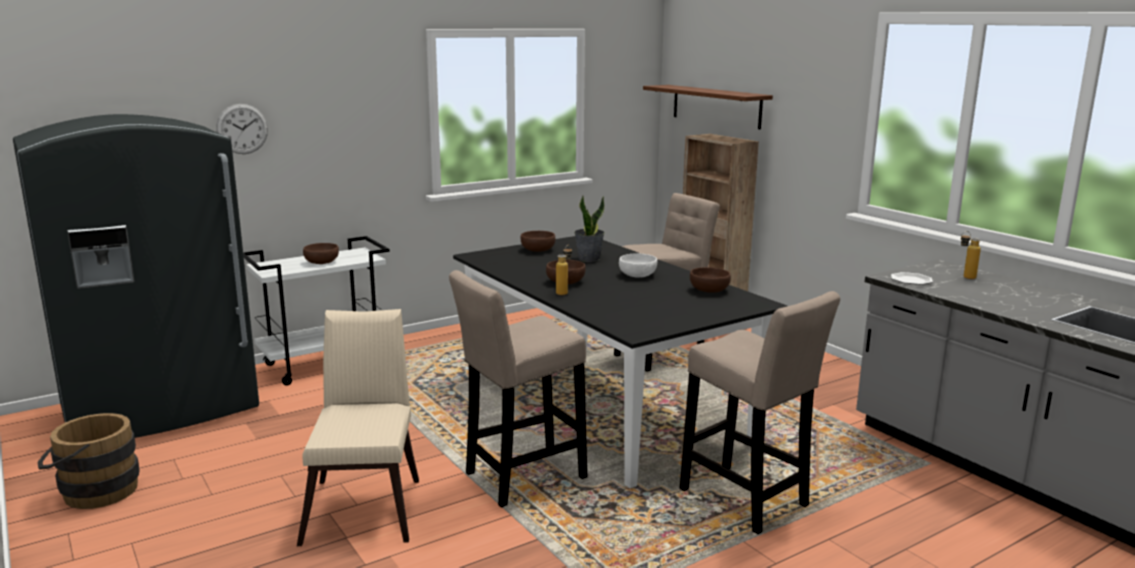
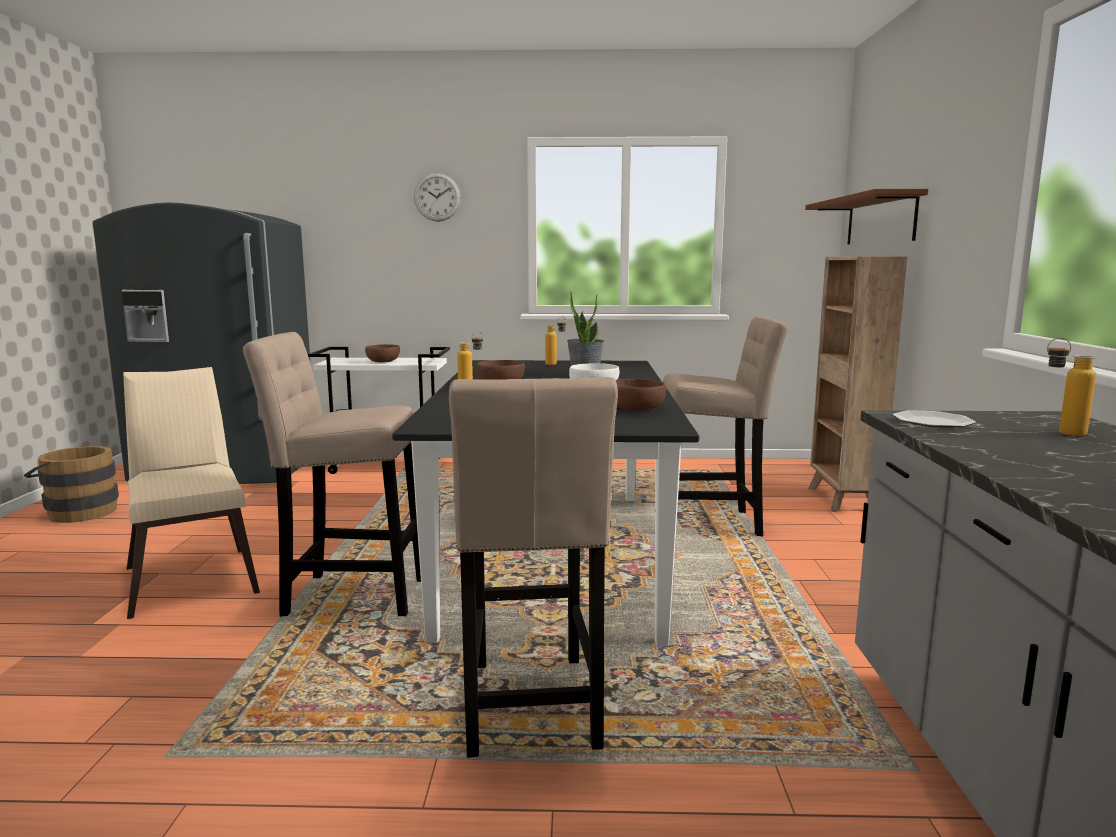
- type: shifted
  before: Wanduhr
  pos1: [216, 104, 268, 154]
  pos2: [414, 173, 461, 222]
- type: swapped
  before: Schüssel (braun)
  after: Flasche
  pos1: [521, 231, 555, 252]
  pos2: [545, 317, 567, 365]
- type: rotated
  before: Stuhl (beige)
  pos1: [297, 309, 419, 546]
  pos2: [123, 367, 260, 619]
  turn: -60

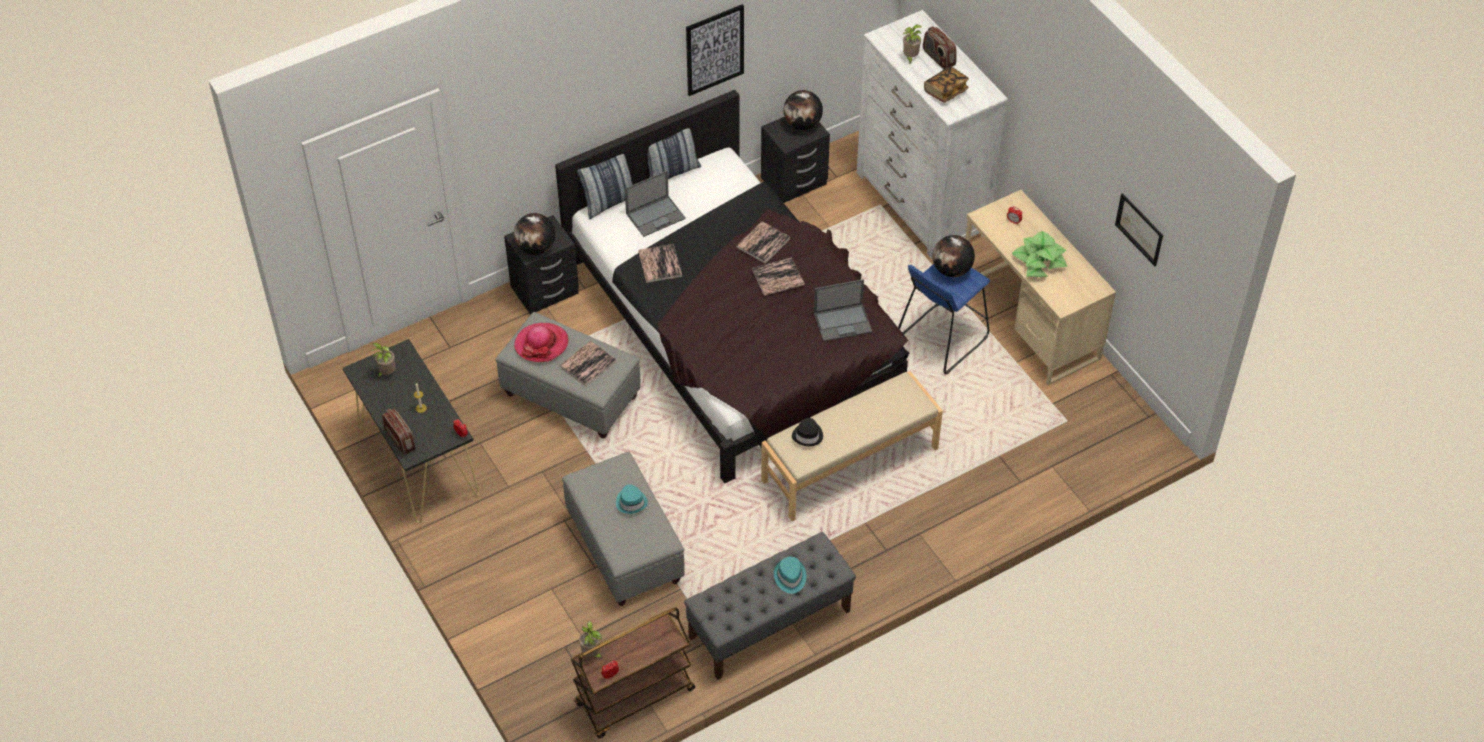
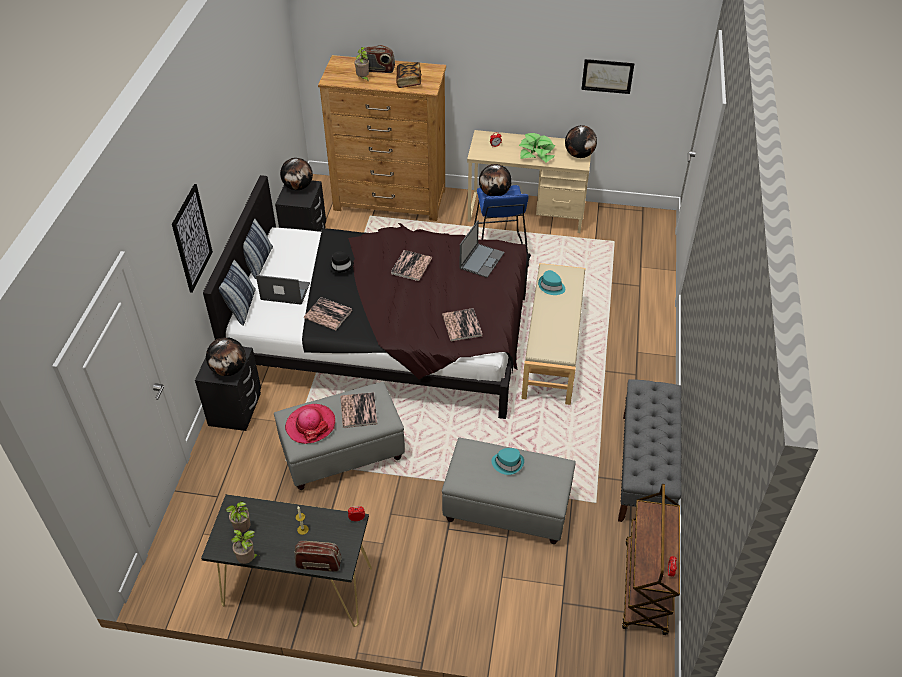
- type: shifted
  before: Bild
  pos1: [686, 4, 744, 96]
  pos2: [172, 184, 213, 293]
- type: repainted
  before: Kommode (weiß)
  after: Kommode (braun)
  pos1: [857, 10, 1008, 260]
  pos2: [318, 55, 446, 221]
- type: rotated
  before: Laptop
  pos1: [625, 171, 686, 237]
  pos2: [256, 275, 310, 305]
  turn: -90
- type: shifted
  before: Buch
  pos1: [736, 221, 790, 264]
  pos2: [442, 308, 483, 341]
- type: shifted
  before: Hut (schwarz)
  pos1: [792, 418, 823, 446]
  pos2: [328, 251, 354, 273]
- type: shifted
  before: Hut (türkis)
  pos1: [774, 557, 806, 594]
  pos2: [538, 270, 565, 295]
- type: shifted
  before: Topfpflanze
  pos1: [579, 621, 602, 658]
  pos2: [231, 530, 259, 564]
- type: new
  after: Globus
  pos2: [565, 125, 597, 158]

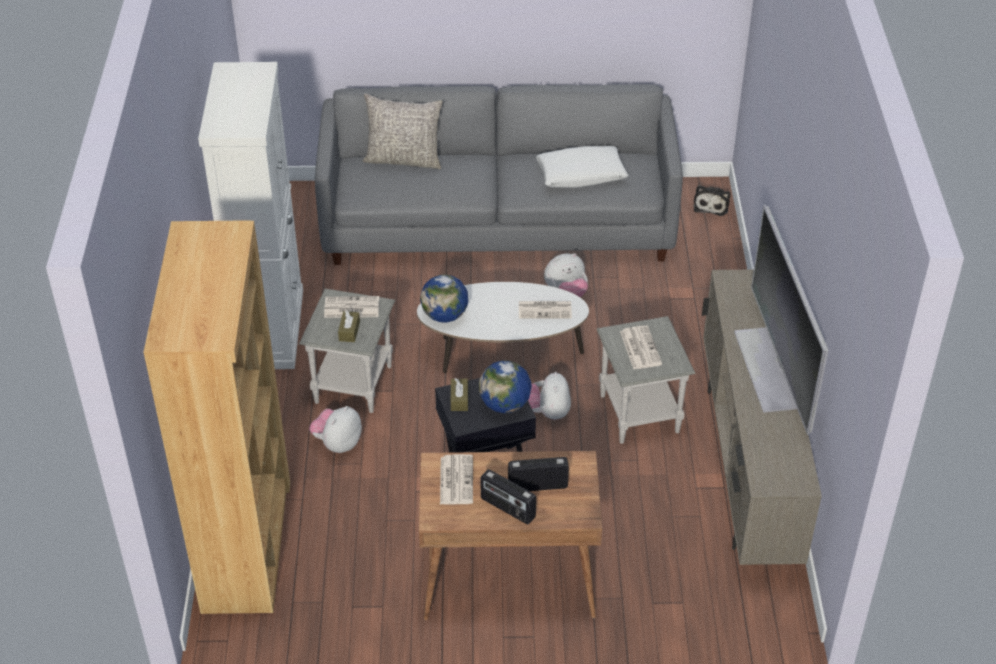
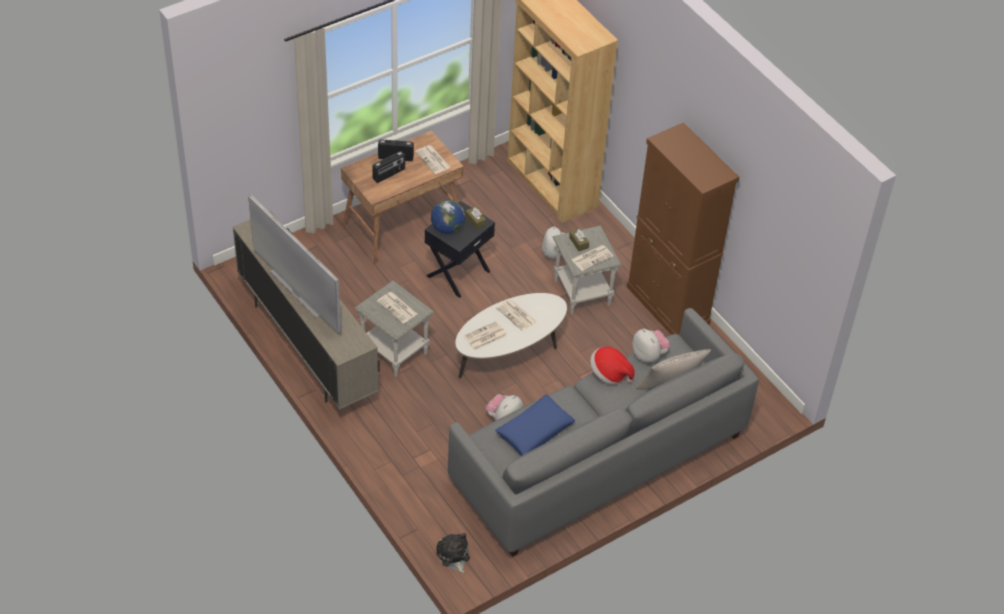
- type: repainted
  before: Schrank (weiß)
  after: Schrank (braun)
  pos1: [198, 62, 303, 369]
  pos2: [627, 122, 739, 336]
- type: repainted
  before: Kissen (weiß)
  after: Kissen (blau)
  pos1: [536, 146, 628, 188]
  pos2: [495, 395, 575, 456]
- type: gone
  before: Globus
  pos1: [420, 274, 468, 323]
- type: shifted
  before: Plüschtier
  pos1: [528, 372, 571, 420]
  pos2: [632, 328, 670, 363]
- type: new
  after: Zeitung
  pos2: [497, 299, 537, 331]
- type: new
  after: Hut
  pos2: [590, 347, 635, 385]

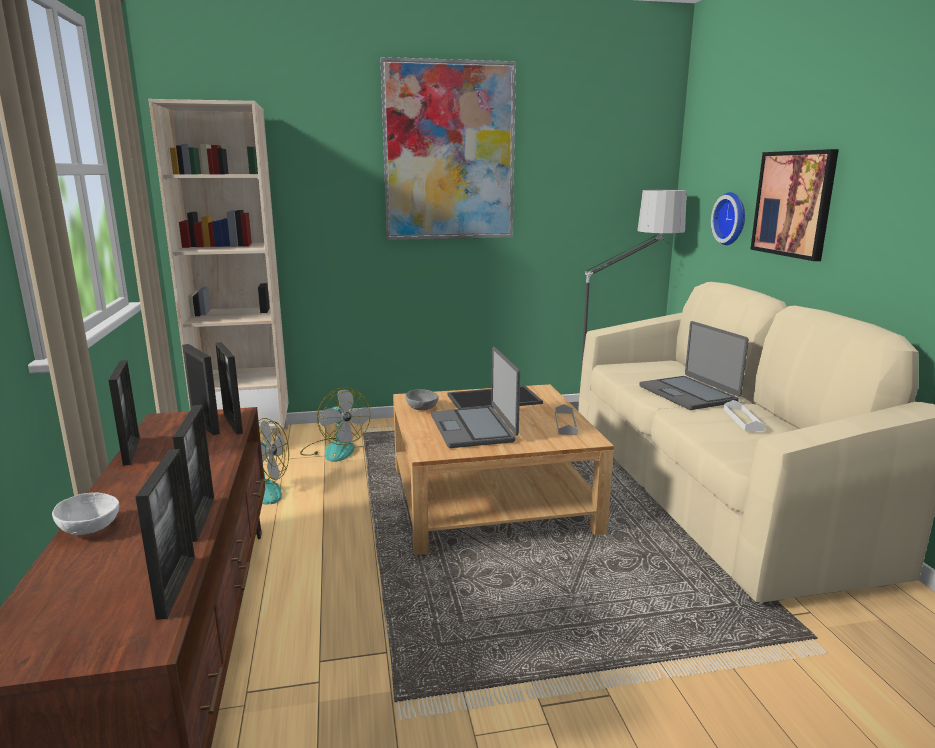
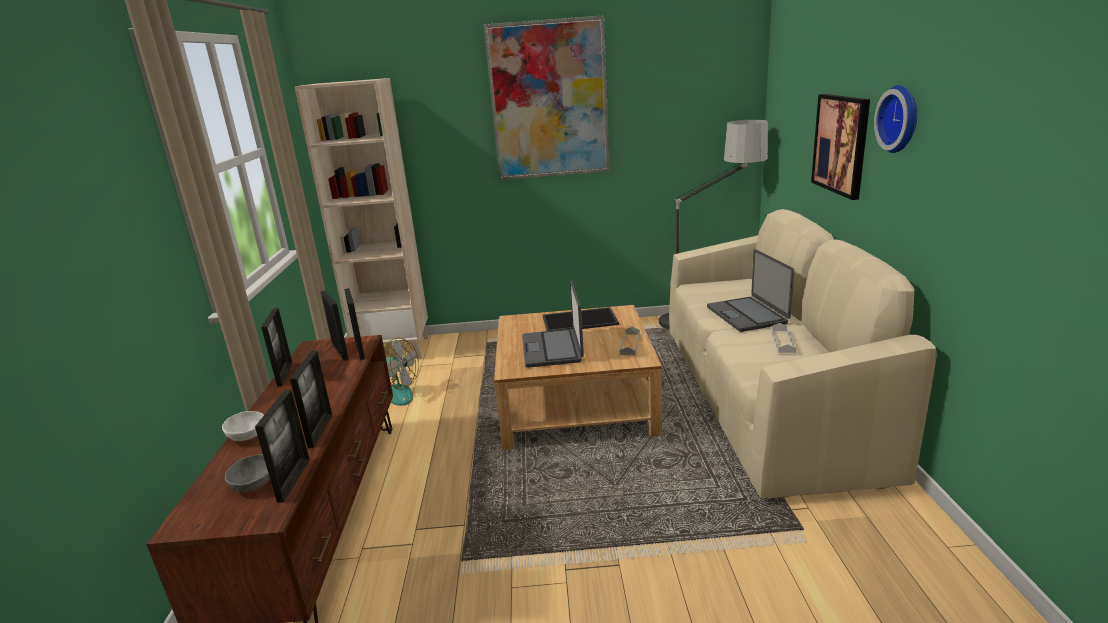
- type: shifted
  before: Wanduhr
  pos1: [711, 192, 745, 245]
  pos2: [874, 85, 917, 153]
- type: gone
  before: Ventilator
  pos1: [300, 387, 371, 462]
- type: shifted
  before: Schüssel (grau)
  pos1: [405, 389, 439, 410]
  pos2: [225, 454, 270, 492]

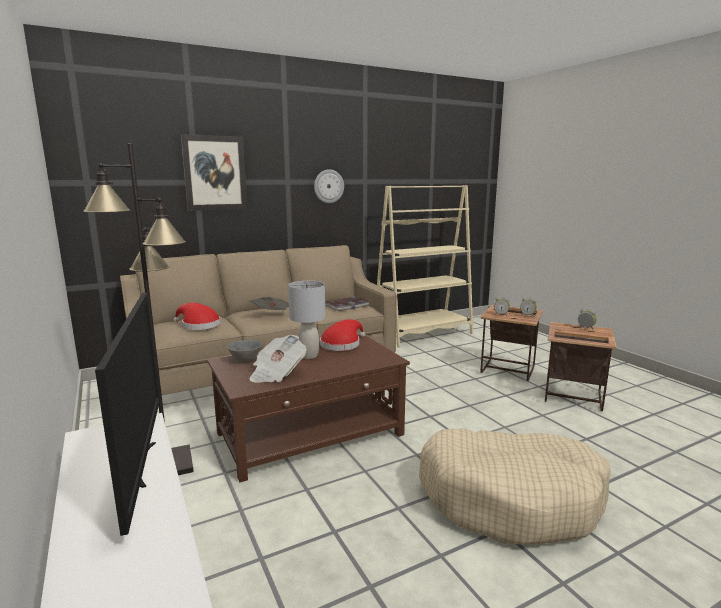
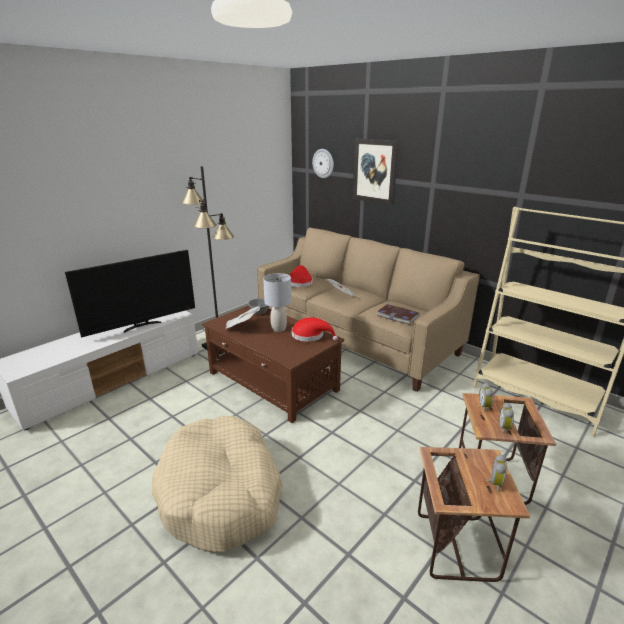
- type: shifted
  before: Wanduhr
  pos1: [314, 169, 344, 203]
  pos2: [312, 149, 334, 178]

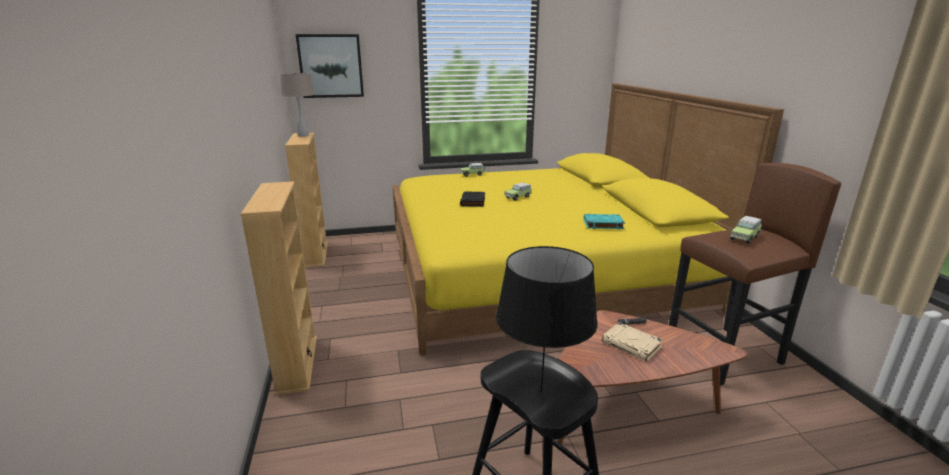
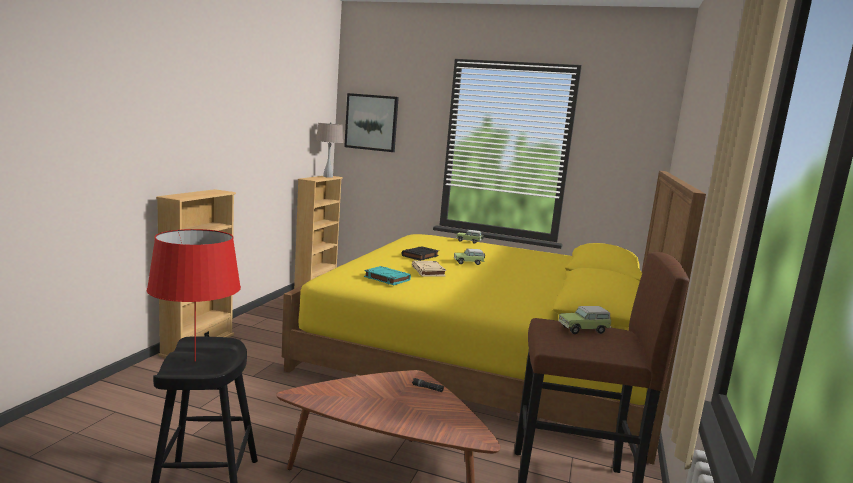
- type: shifted
  before: Buch (türkis)
  pos1: [584, 214, 625, 229]
  pos2: [364, 266, 411, 285]
- type: repainted
  before: Tischlampe (schwarz)
  after: Tischlampe (rot)
  pos1: [496, 246, 598, 393]
  pos2: [147, 229, 241, 361]
- type: shifted
  before: Buch (beige)
  pos1: [602, 322, 663, 362]
  pos2: [412, 261, 446, 277]

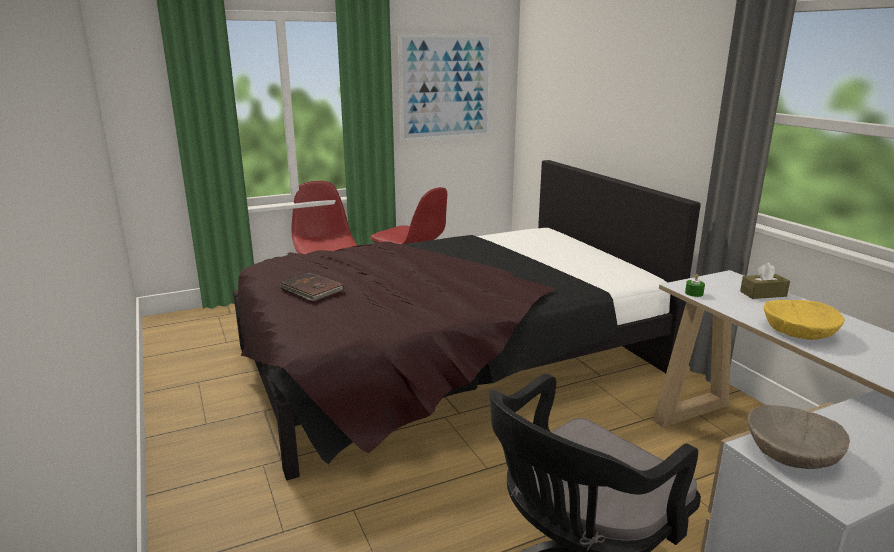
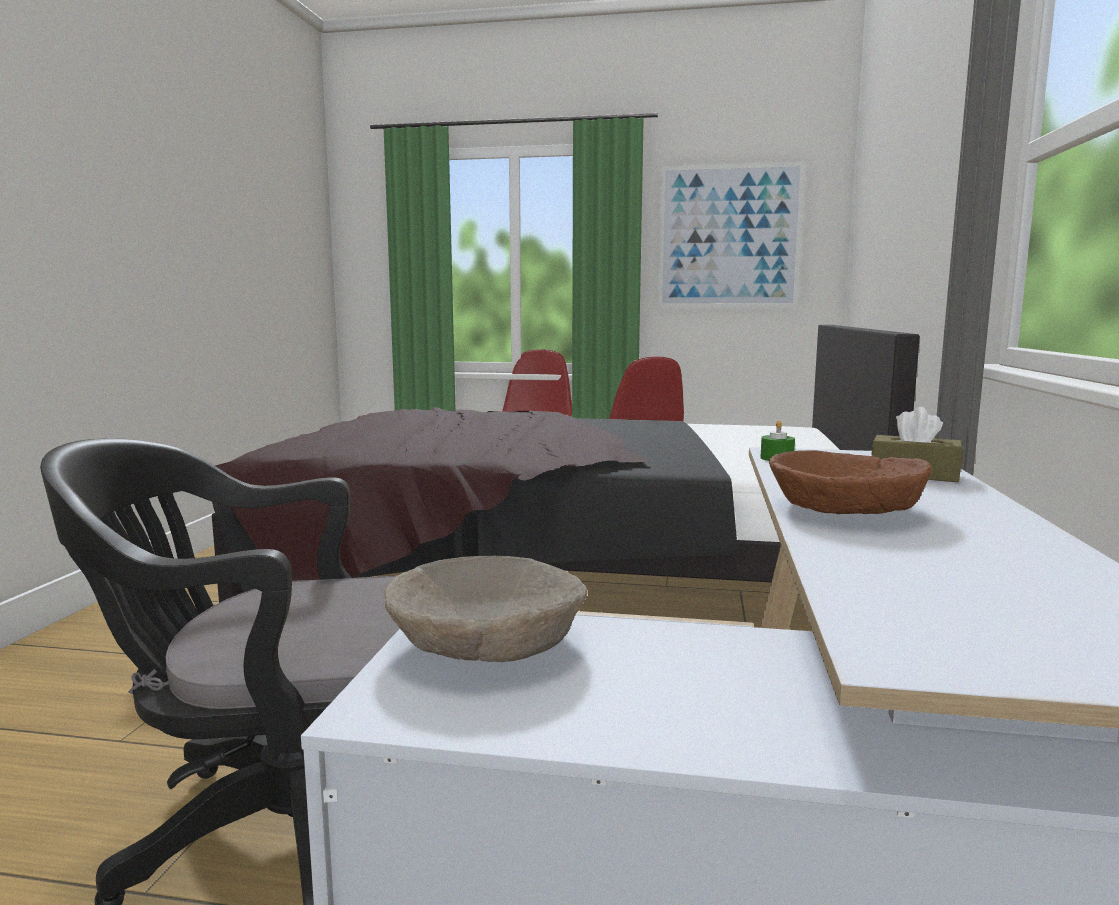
- type: gone
  before: Buch (braun)
  pos1: [280, 273, 344, 302]
- type: repainted
  before: Schüssel (gelb)
  after: Schüssel (braun)
  pos1: [764, 300, 845, 340]
  pos2: [769, 450, 932, 514]

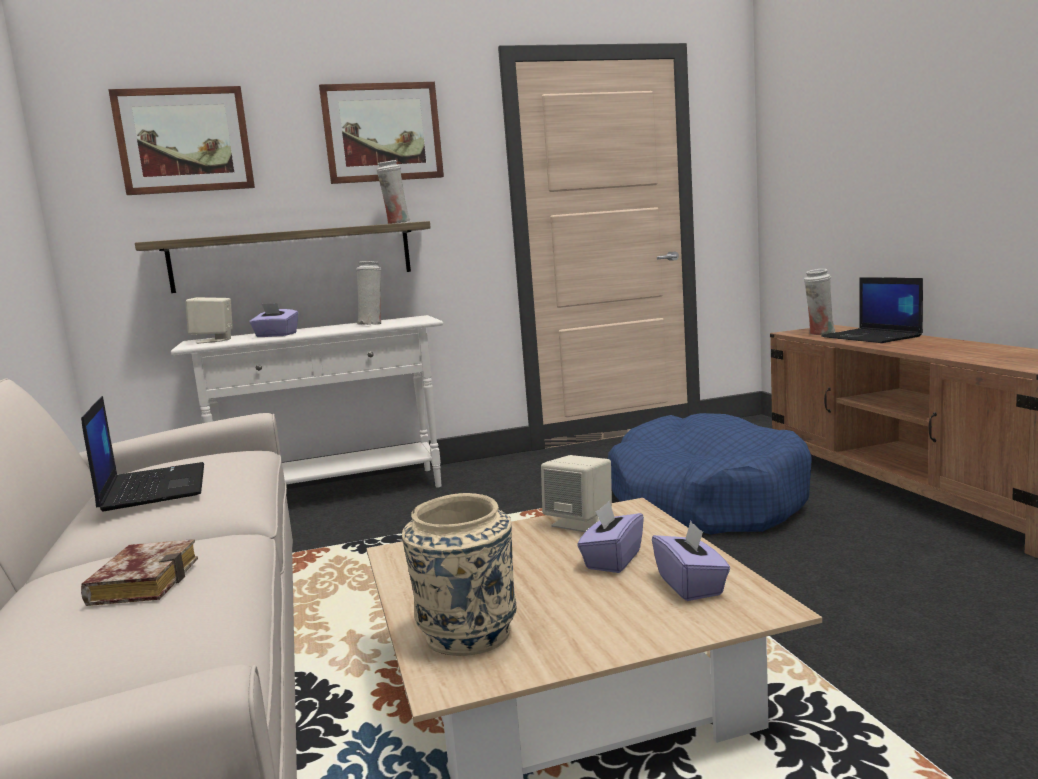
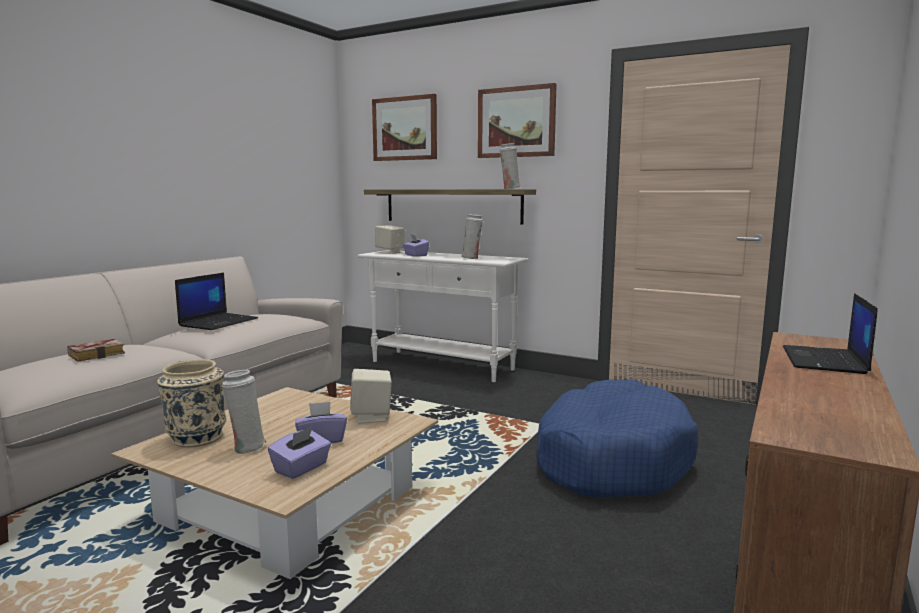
- type: shifted
  before: Vase (weiß)
  pos1: [804, 269, 835, 335]
  pos2: [222, 370, 266, 454]

